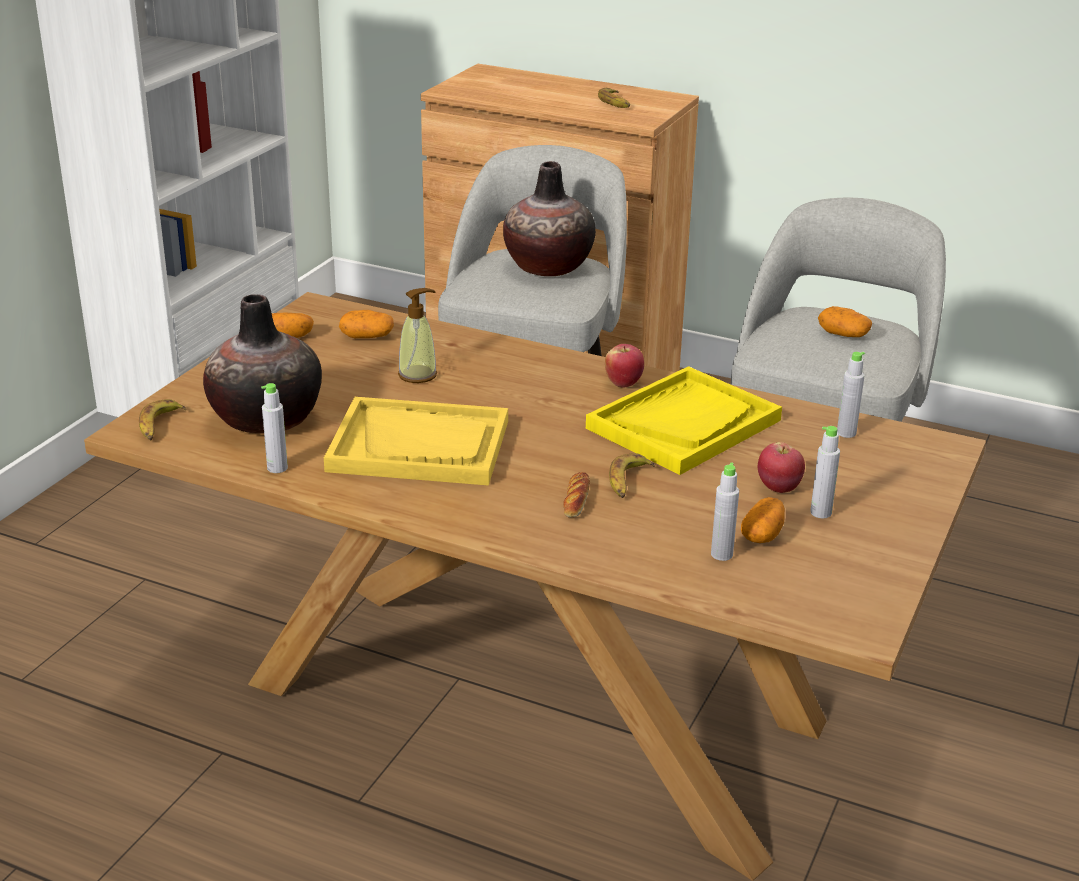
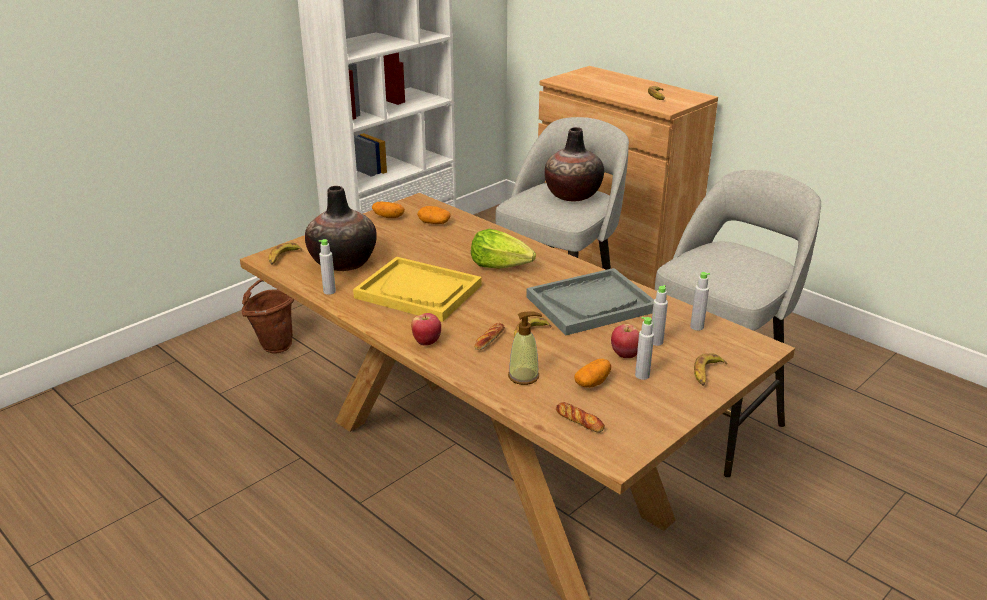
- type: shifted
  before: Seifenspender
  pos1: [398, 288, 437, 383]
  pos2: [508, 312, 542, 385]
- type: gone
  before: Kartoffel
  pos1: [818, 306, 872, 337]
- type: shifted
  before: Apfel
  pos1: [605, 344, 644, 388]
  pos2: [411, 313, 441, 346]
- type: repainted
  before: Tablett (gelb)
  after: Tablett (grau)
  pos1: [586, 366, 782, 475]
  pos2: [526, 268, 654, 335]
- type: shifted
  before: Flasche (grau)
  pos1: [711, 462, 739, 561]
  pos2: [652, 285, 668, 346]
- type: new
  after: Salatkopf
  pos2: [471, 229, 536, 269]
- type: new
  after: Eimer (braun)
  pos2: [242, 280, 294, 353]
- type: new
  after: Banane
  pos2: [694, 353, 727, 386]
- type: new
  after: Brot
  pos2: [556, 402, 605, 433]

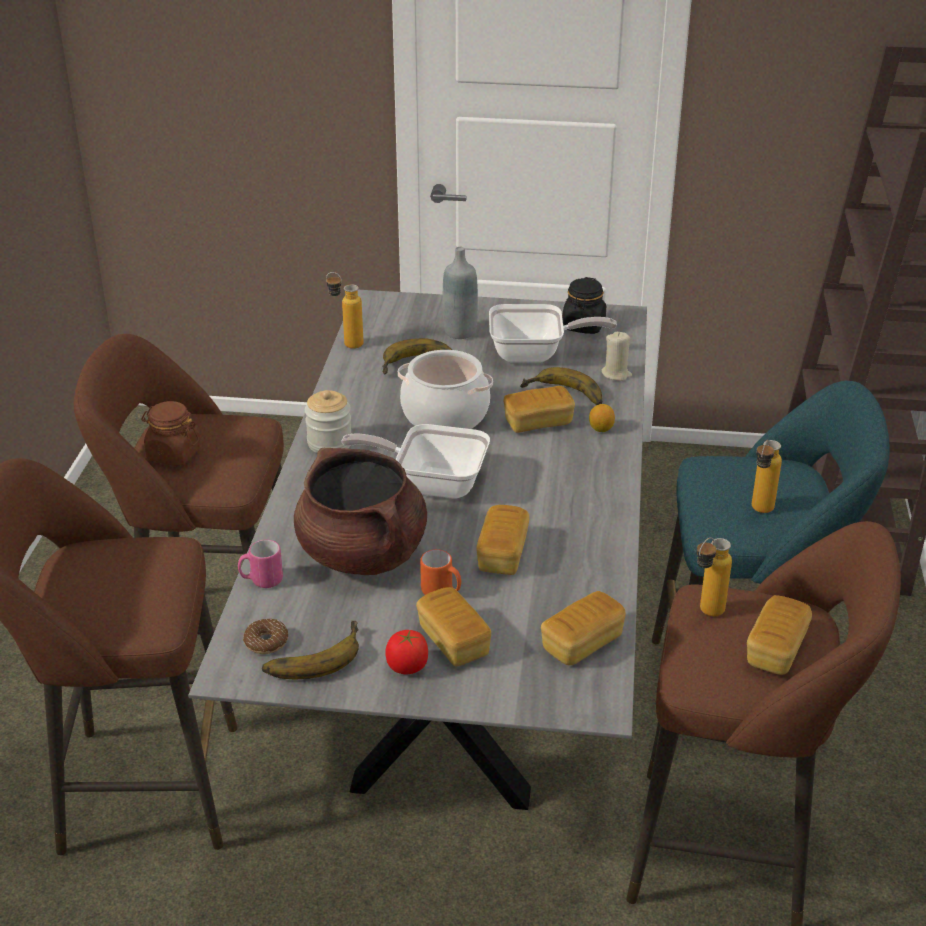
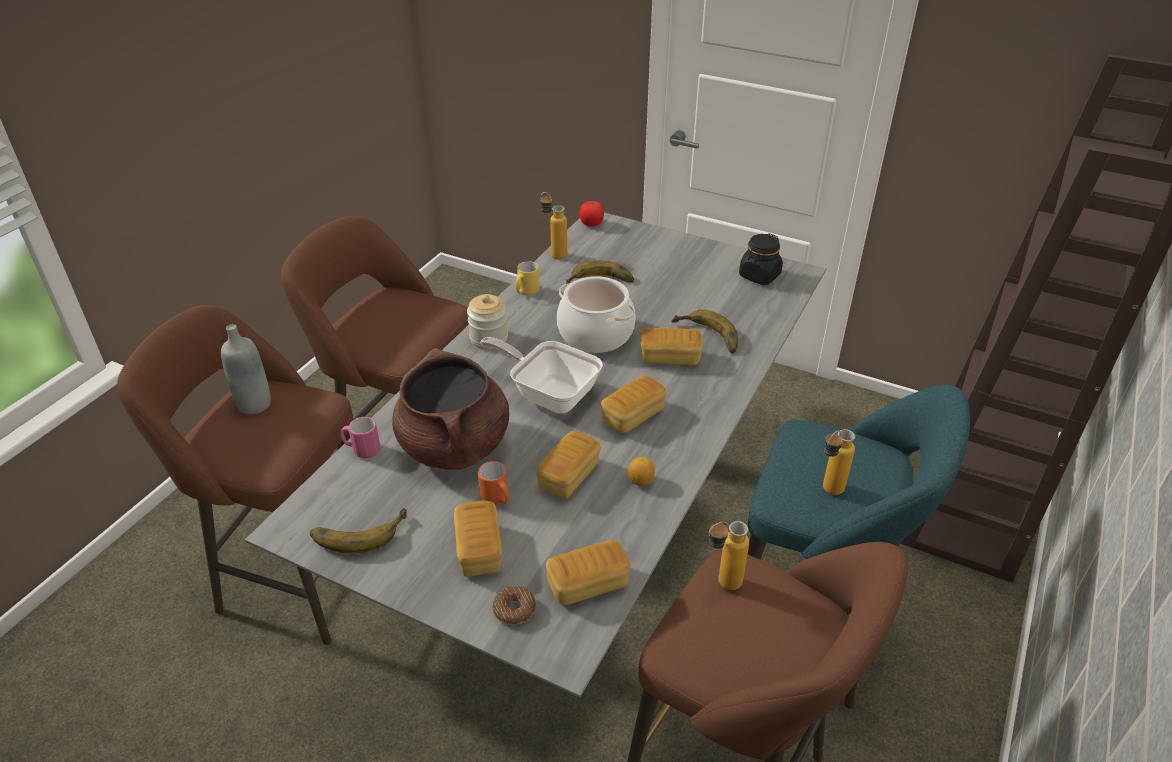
- type: shifted
  before: Flasche (grau)
  pos1: [443, 247, 478, 339]
  pos2: [221, 324, 271, 414]
- type: gone
  before: Pfanne
  pos1: [489, 304, 617, 363]
- type: gone
  before: Kerze (beige)
  pos1: [601, 332, 632, 381]
- type: gone
  before: Vorratsglas (braun)
  pos1: [141, 401, 201, 466]
- type: shifted
  before: Zitrone
  pos1: [589, 404, 615, 432]
  pos2: [628, 457, 655, 486]
- type: shifted
  before: Brot
  pos1: [747, 595, 812, 675]
  pos2: [601, 375, 666, 433]
- type: shifted
  before: Donut
  pos1: [243, 619, 288, 654]
  pos2: [492, 586, 536, 625]
- type: shifted
  before: Tomate
  pos1: [386, 630, 428, 675]
  pos2: [580, 201, 604, 227]
- type: new
  after: Henkelbecher (gelb)
  pos2: [515, 261, 540, 295]

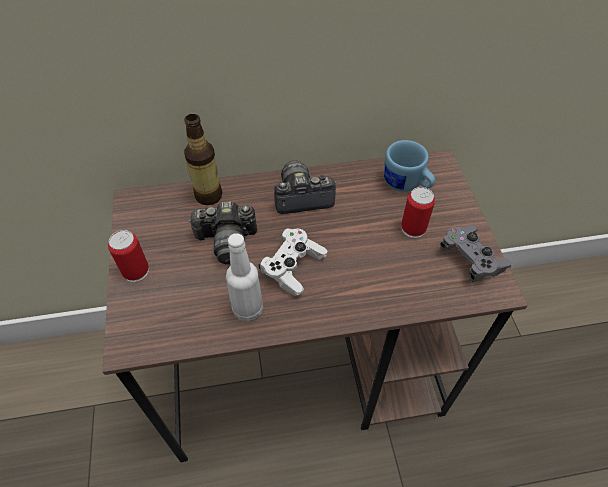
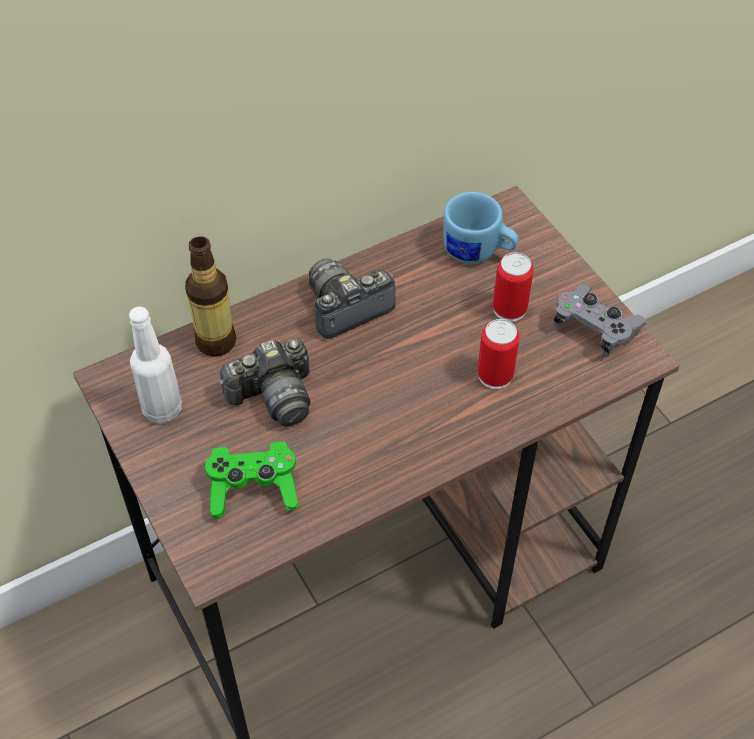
- type: gone
  before: Gamepad (weiß)
  pos1: [259, 228, 327, 296]
- type: shifted
  before: Dose
  pos1: [108, 230, 149, 282]
  pos2: [478, 319, 519, 389]
- type: shifted
  before: Flasche (weiß)
  pos1: [226, 233, 263, 321]
  pos2: [129, 307, 182, 423]
- type: new
  after: Gamepad (grün)
  pos2: [205, 441, 299, 518]

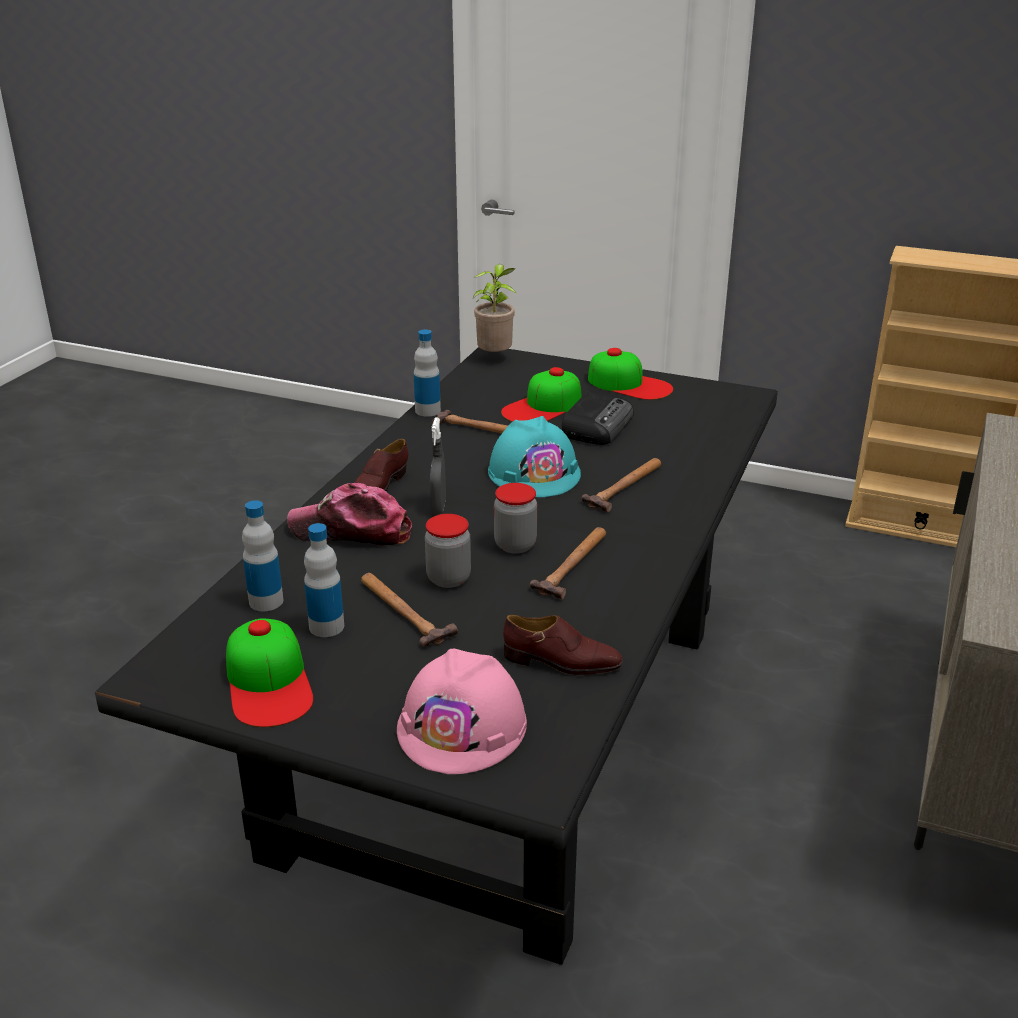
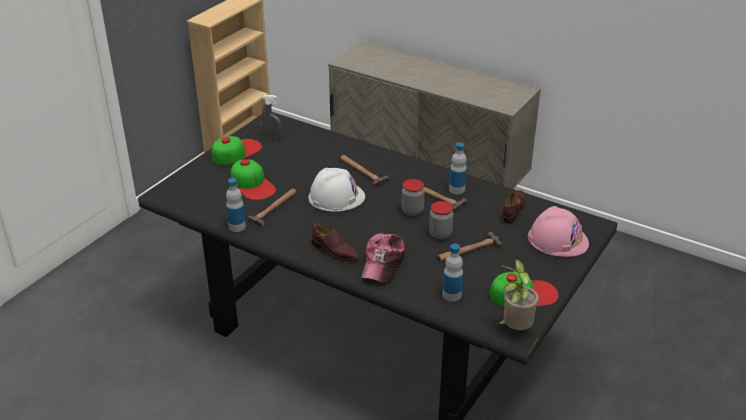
- type: shifted
  before: Topfpflanze
  pos1: [473, 264, 516, 352]
  pos2: [497, 259, 539, 330]
- type: gone
  before: Radio
  pos1: [561, 390, 634, 445]
- type: repainted
  before: Schutzhelm (türkis)
  after: Schutzhelm (weiß)
  pos1: [488, 416, 581, 497]
  pos2: [308, 168, 365, 212]
- type: shifted
  before: Sprühflasche (grau)
  pos1: [430, 418, 446, 514]
  pos2: [261, 95, 282, 139]
- type: shifted
  before: Flasche
  pos1: [304, 523, 344, 637]
  pos2: [449, 143, 467, 194]

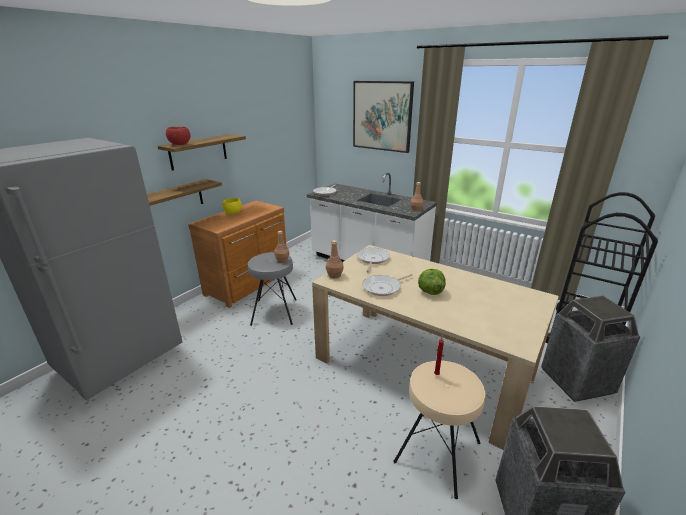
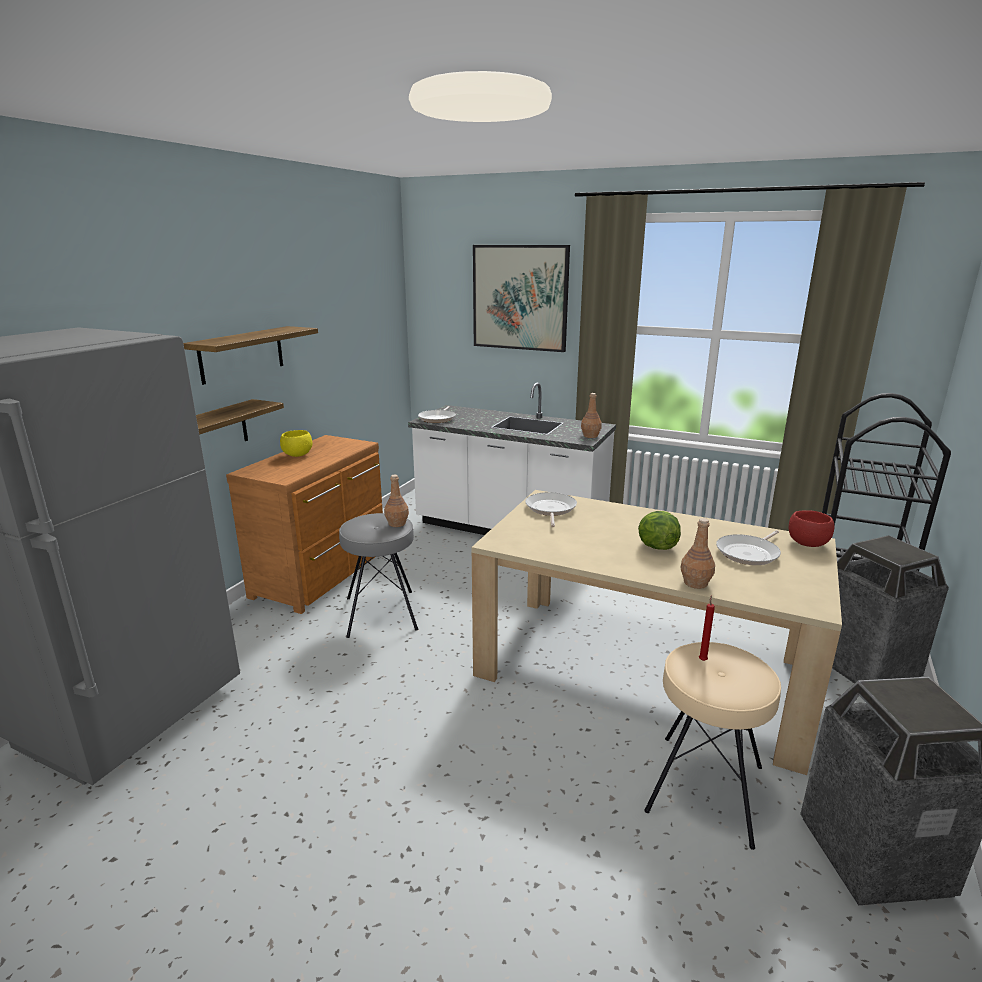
- type: shifted
  before: Schüssel (rot)
  pos1: [166, 127, 190, 145]
  pos2: [789, 510, 835, 547]
- type: shifted
  before: Flasche (braun)
  pos1: [326, 240, 344, 278]
  pos2: [681, 518, 715, 589]
- type: shifted
  before: Pfanne
  pos1: [362, 274, 413, 296]
  pos2: [716, 530, 781, 565]

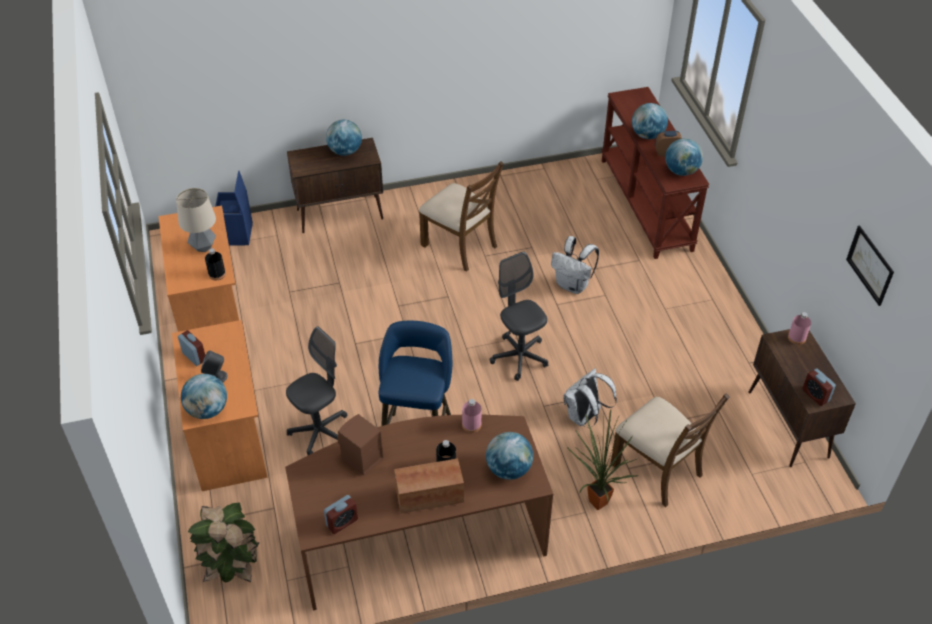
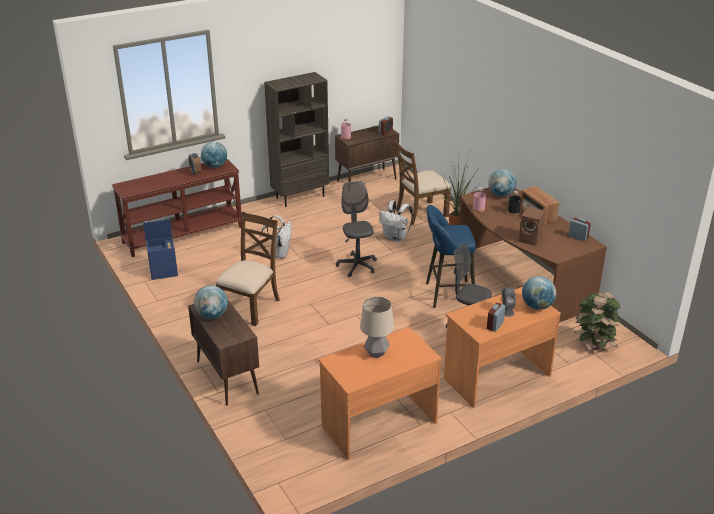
- type: gone
  before: Globus
  pos1: [632, 103, 668, 139]
- type: shifted
  before: Aufbewahrungsbox (blau)
  pos1: [215, 170, 253, 246]
  pos2: [143, 219, 178, 280]
- type: gone
  before: Bild
  pos1: [846, 225, 894, 306]
- type: gone
  before: Flasche (schwarz)
  pos1: [205, 248, 226, 280]
- type: rotated
  before: Bürostuhl (grau)
  pos1: [489, 252, 548, 381]
  pos2: [336, 181, 377, 277]
  turn: 120
- type: rotated
  before: Stuhl (braun)
  pos1: [611, 393, 730, 507]
  pos2: [394, 140, 451, 225]
  turn: -150
- type: new
  after: Bücherregal (braun)
  pos2: [264, 72, 329, 207]

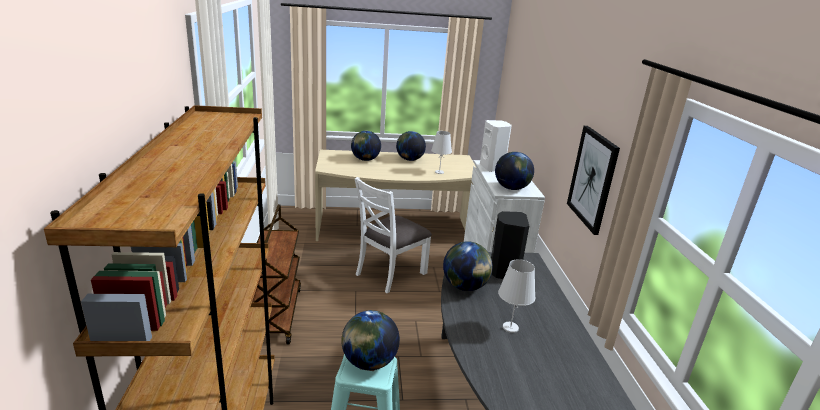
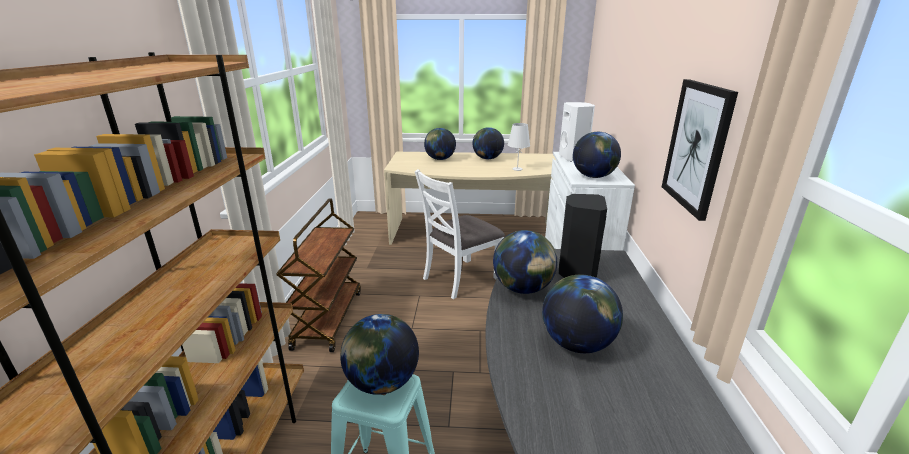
- type: swapped
  before: Tischlampe (weiß)
  after: Globus
  pos1: [498, 259, 536, 333]
  pos2: [542, 275, 623, 353]

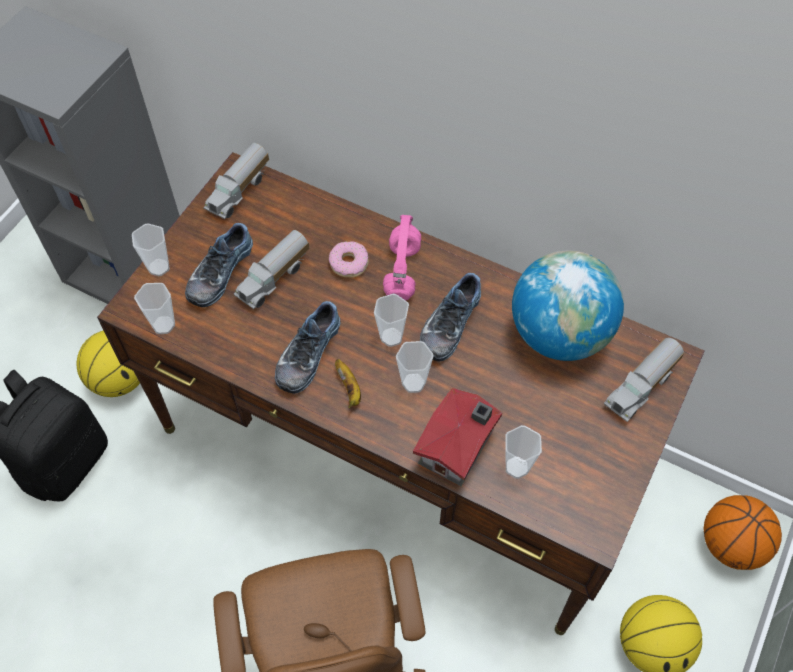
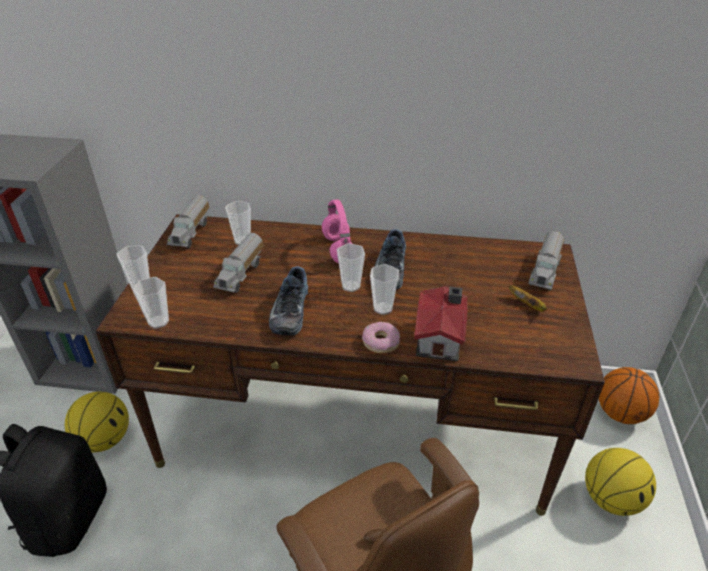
- type: gone
  before: Schuh
  pos1: [185, 223, 253, 307]
- type: shifted
  before: Donut
  pos1: [329, 241, 369, 278]
  pos2: [362, 322, 400, 353]
- type: gone
  before: Globus
  pos1: [512, 250, 624, 361]
- type: shifted
  before: Banane
  pos1: [335, 359, 361, 408]
  pos2: [509, 285, 547, 312]
- type: shifted
  before: Tasse
  pos1: [505, 425, 542, 479]
  pos2: [225, 201, 251, 245]

